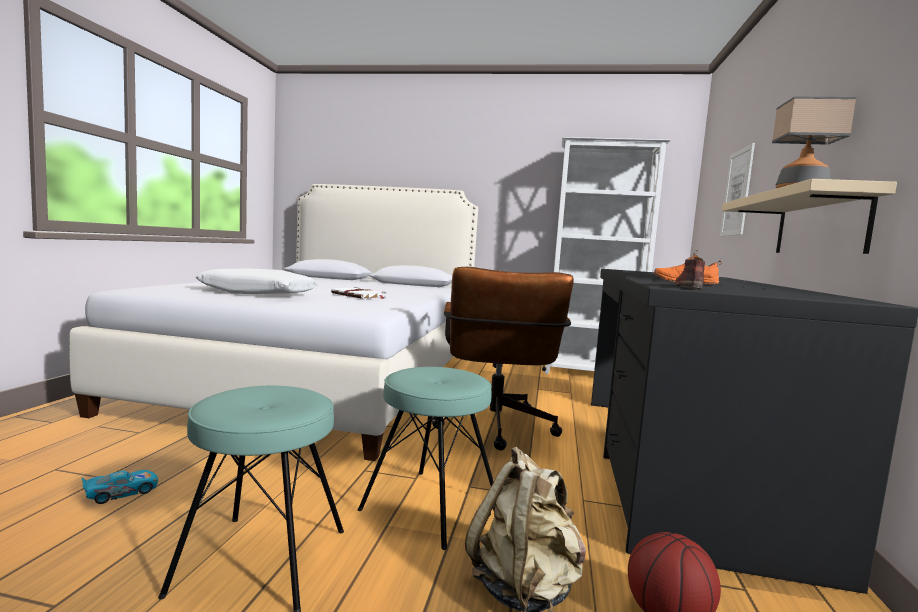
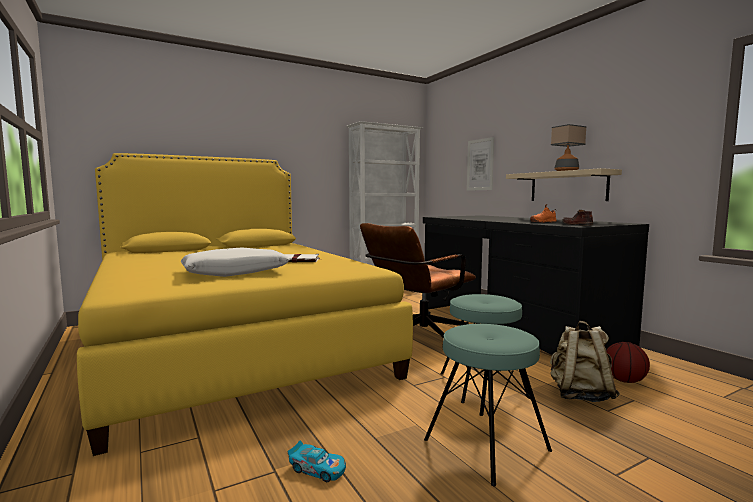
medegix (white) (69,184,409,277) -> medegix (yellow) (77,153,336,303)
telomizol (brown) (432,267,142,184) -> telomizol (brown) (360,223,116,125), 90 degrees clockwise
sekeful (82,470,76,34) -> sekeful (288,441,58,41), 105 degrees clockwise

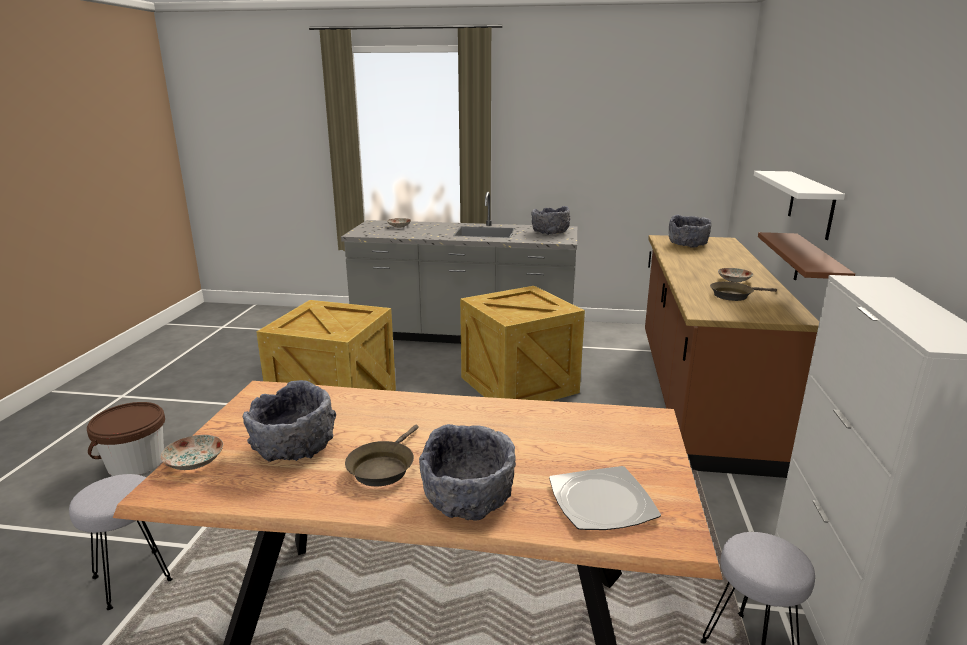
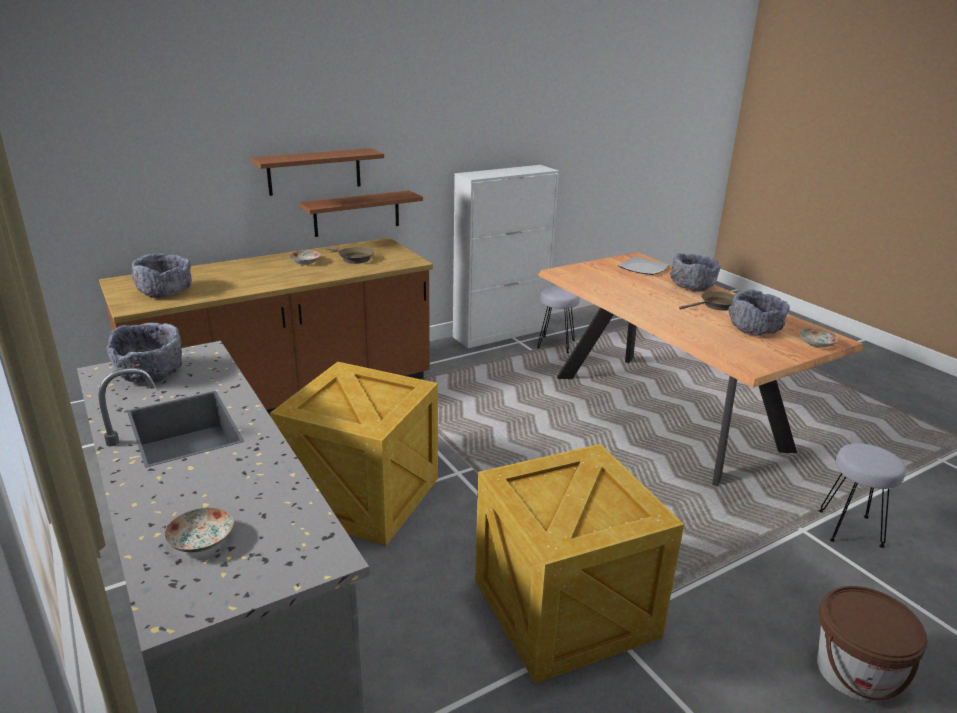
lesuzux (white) (754,171,91,69) -> lesuzux (brown) (251,148,133,48)

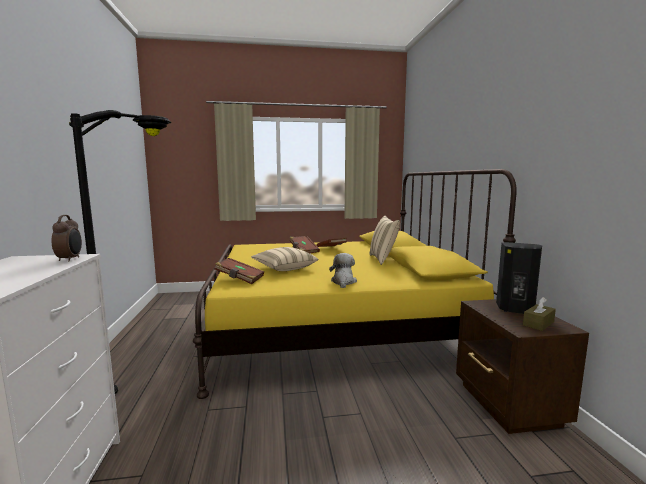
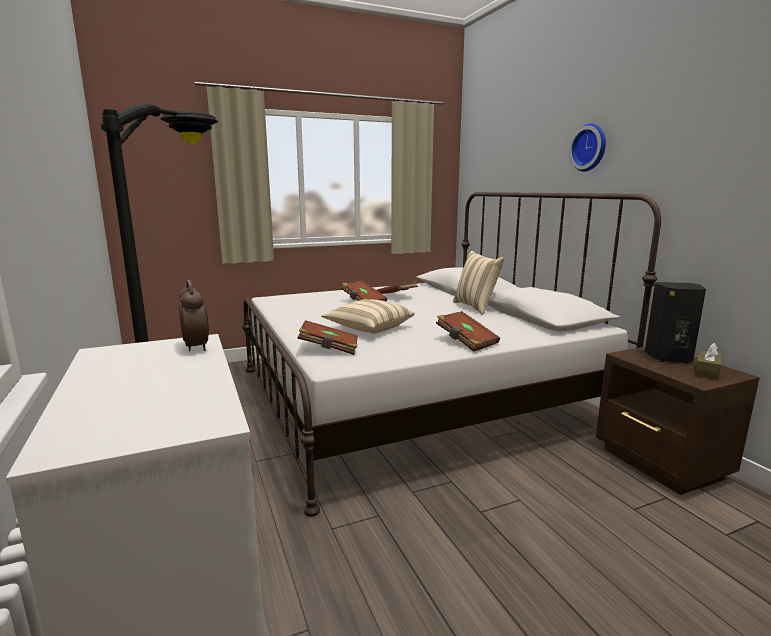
medegix (yellow) (193,169,324,230) -> medegix (white) (242,192,419,324)
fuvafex (329,253,28,35) -> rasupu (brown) (436,311,64,41)
none -> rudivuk (569,123,37,49)

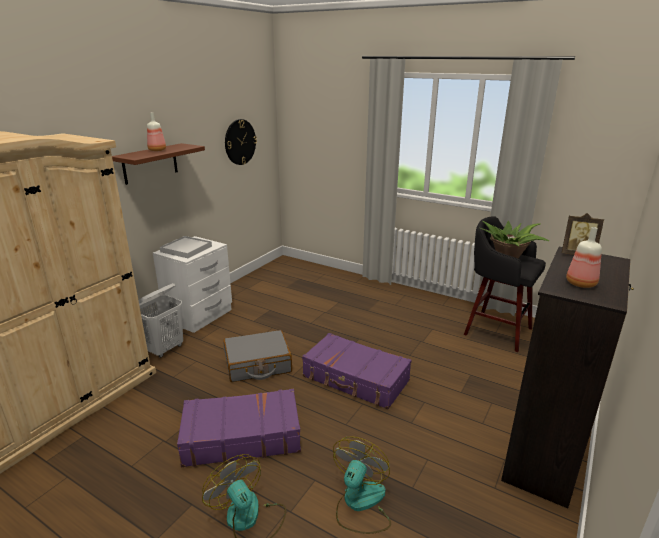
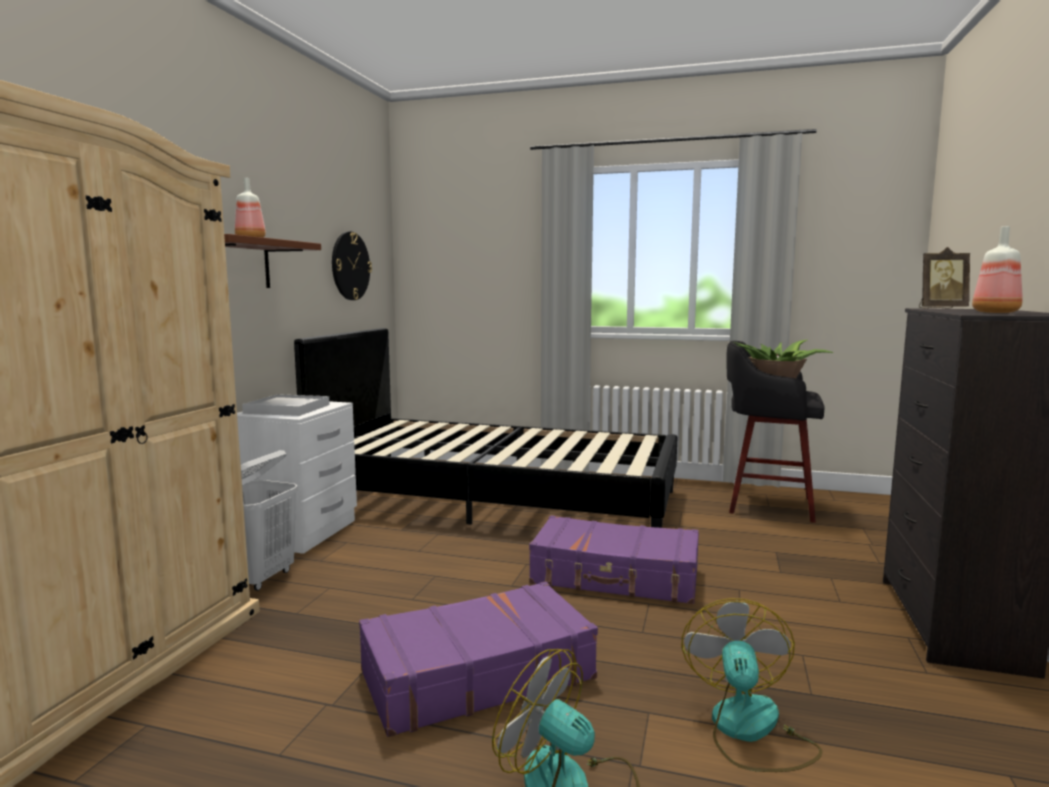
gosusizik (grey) (223,330,69,52) -> none
none -> medegix (black) (294,328,384,200)

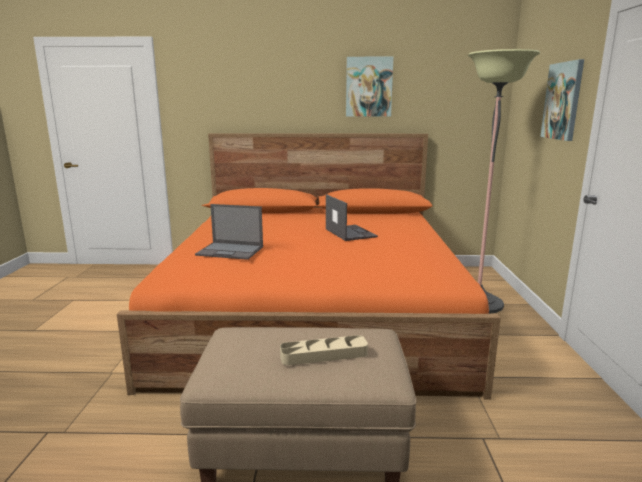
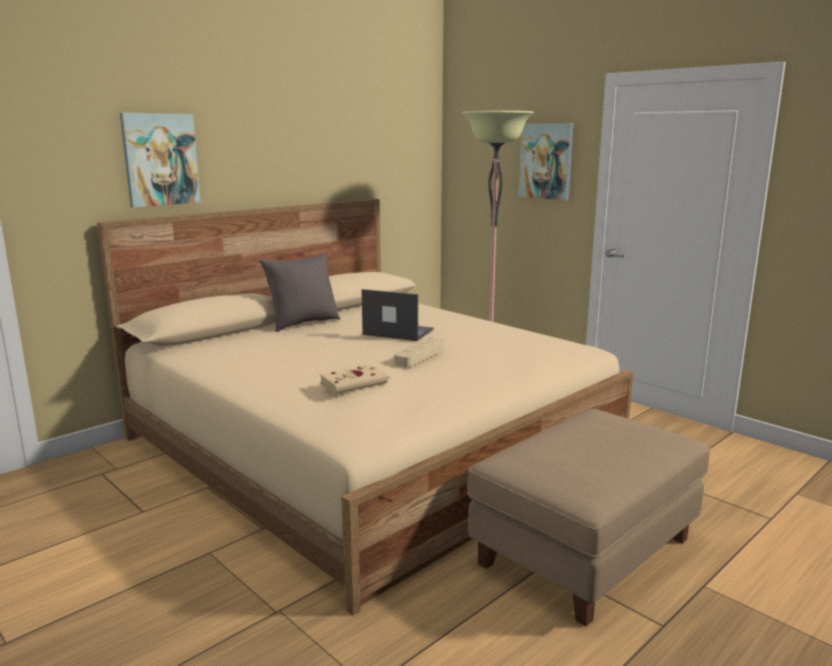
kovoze (346,57,48,60) -> kovoze (120,113,81,95), moved
medegix (orange) (117,133,384,266) -> medegix (beige) (97,199,537,417)
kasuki (195,204,68,56) -> rasupu (beige) (319,364,70,30)
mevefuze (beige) (280,335,88,30) -> mevefuze (beige) (394,338,50,29), moved
none -> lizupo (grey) (260,254,80,78)

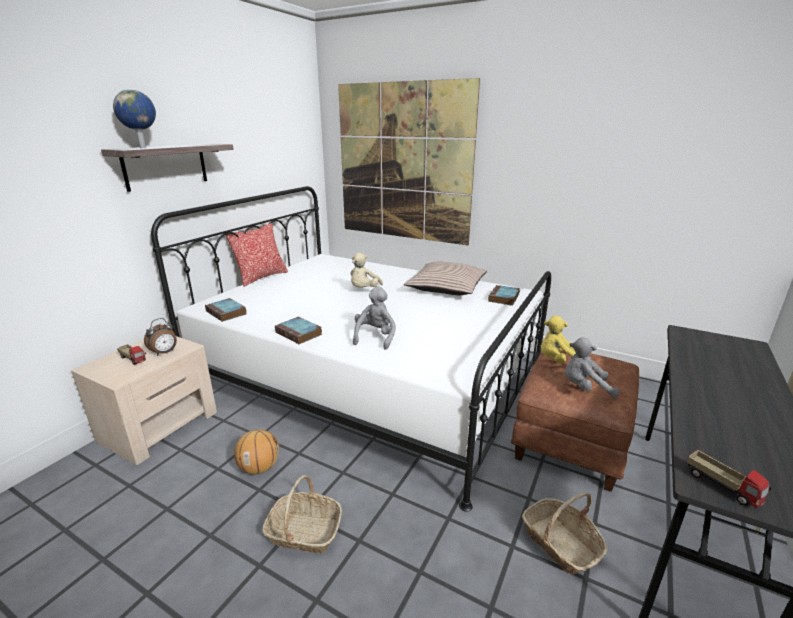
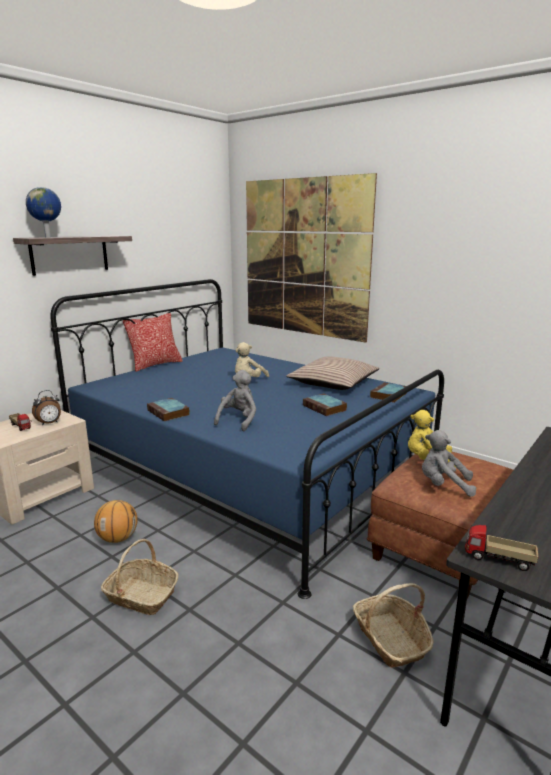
medegix (white) (151,186,400,326) -> medegix (blue) (50,279,394,320)
rasupu (205,298,42,24) -> rasupu (303,393,44,23), moved
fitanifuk (687,450,85,58) -> fitanifuk (465,525,74,46), 135 degrees clockwise

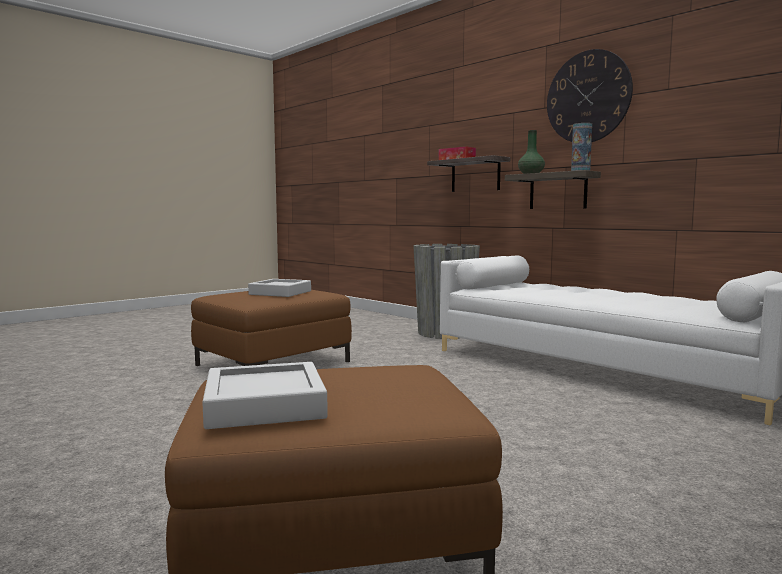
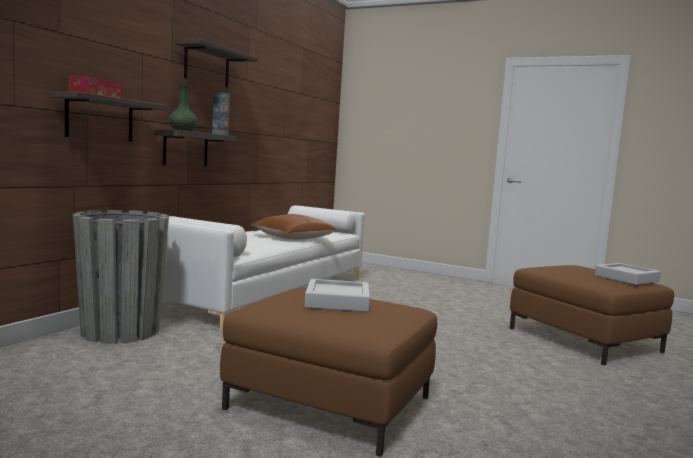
rudivuk (547,49,86,93) -> lesuzux (176,39,82,49)
none -> lizupo (brown) (251,214,86,26)

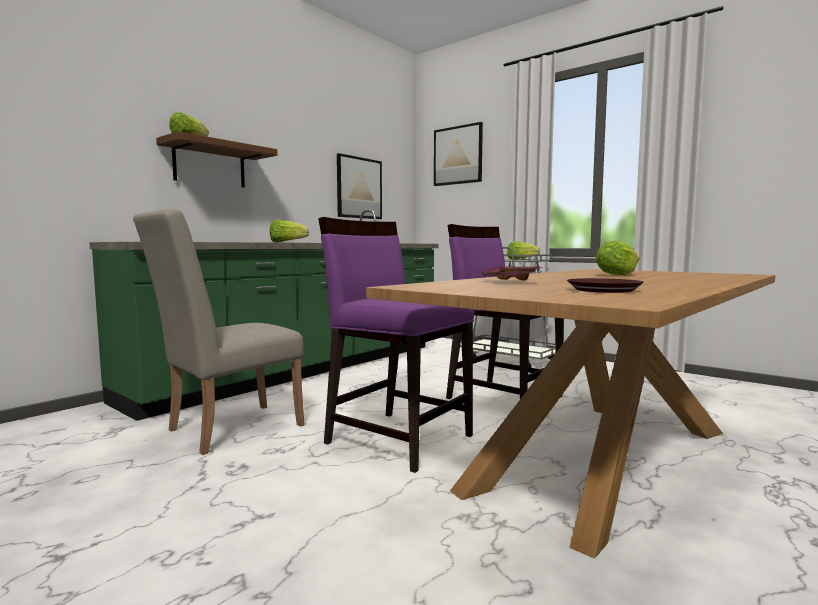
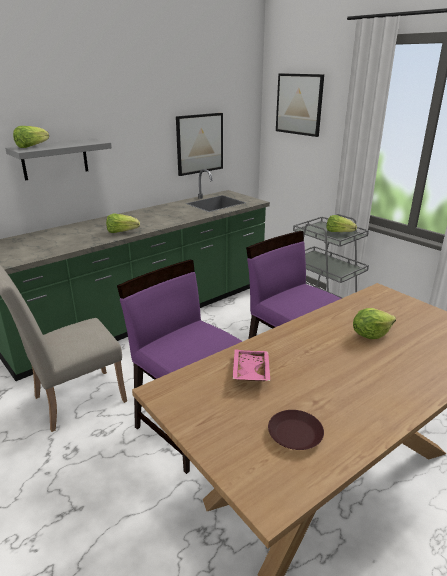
lesuzux (brown) (156,131,121,57) -> lesuzux (grey) (5,138,107,43)

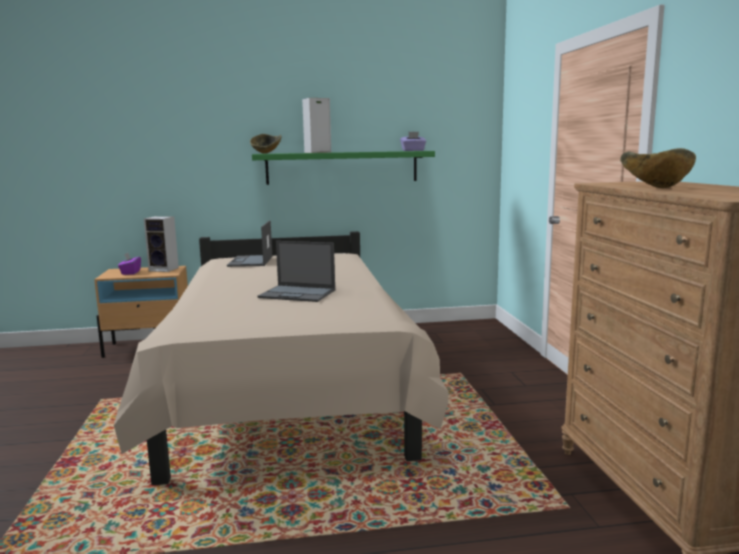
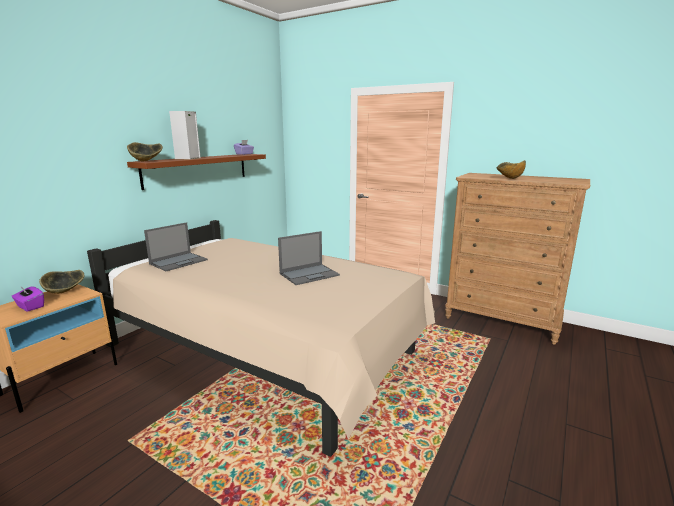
lesuzux (green) (252,151,183,34) -> lesuzux (brown) (127,154,139,36)
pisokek (144,216,35,56) -> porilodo (39,270,46,24)
kasuki (227,220,45,47) -> kasuki (144,222,64,49), 90 degrees counterclockwise

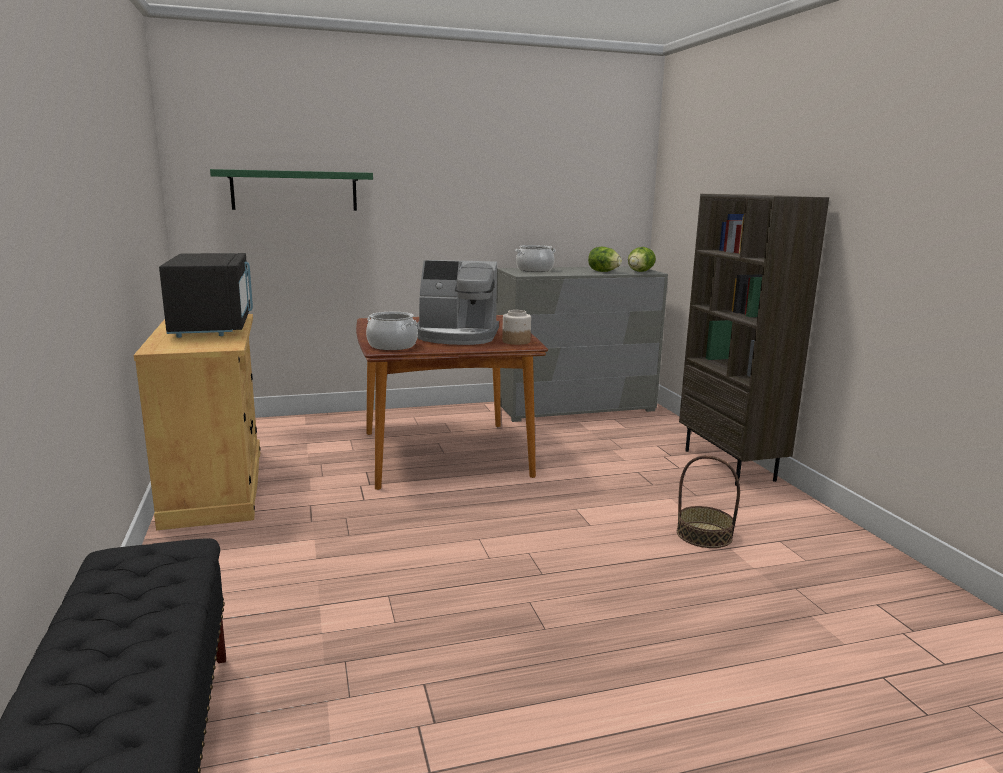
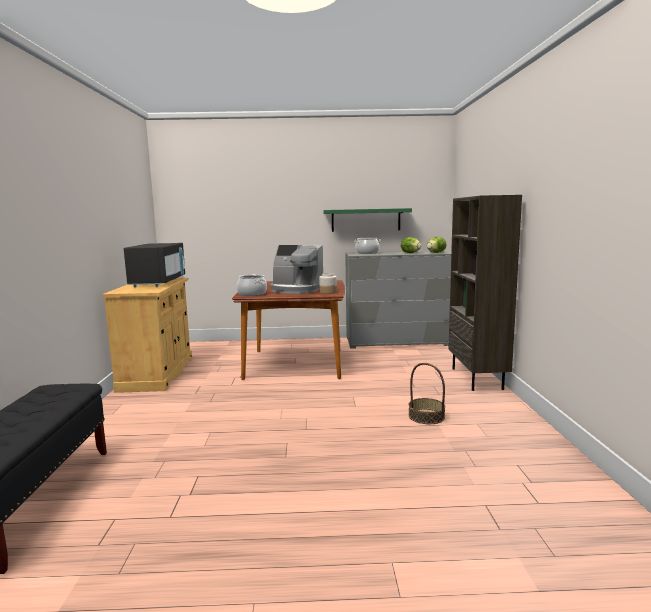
lesuzux (green) (210,169,163,42) -> lesuzux (green) (324,208,88,24), moved

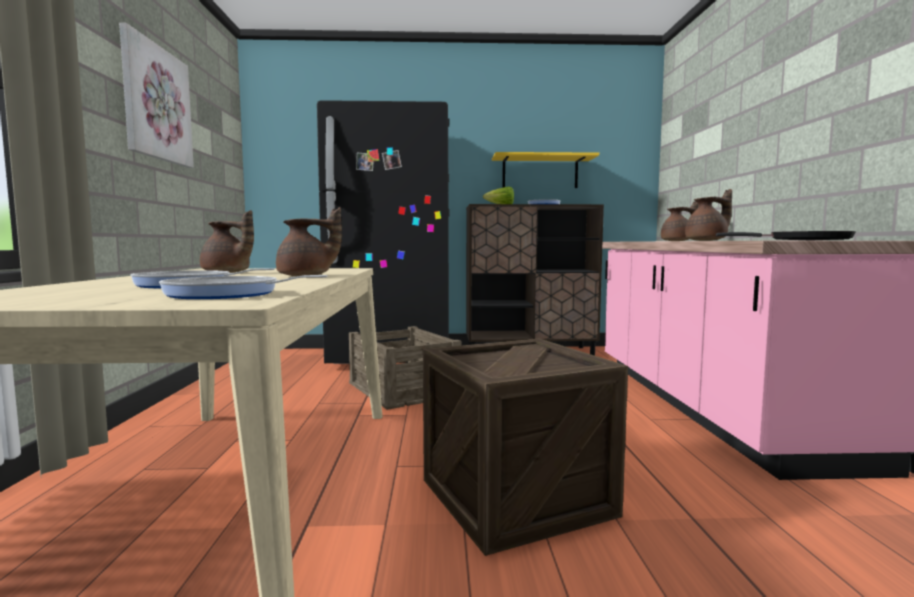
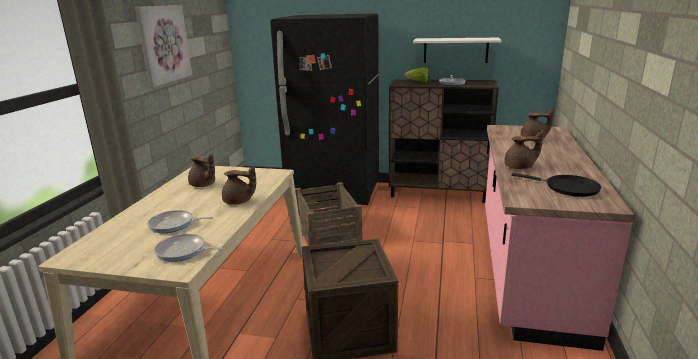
lesuzux (yellow) (492,152,107,36) -> lesuzux (white) (413,38,88,25)

